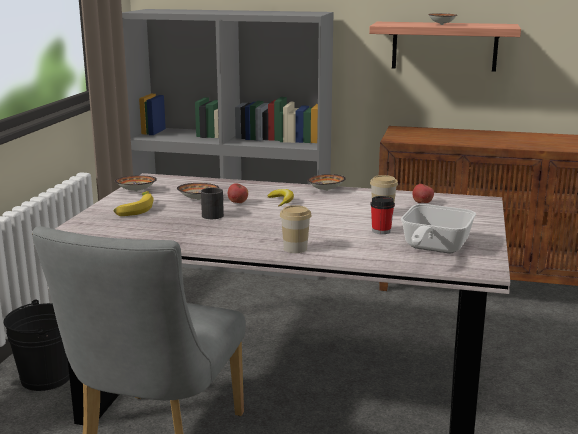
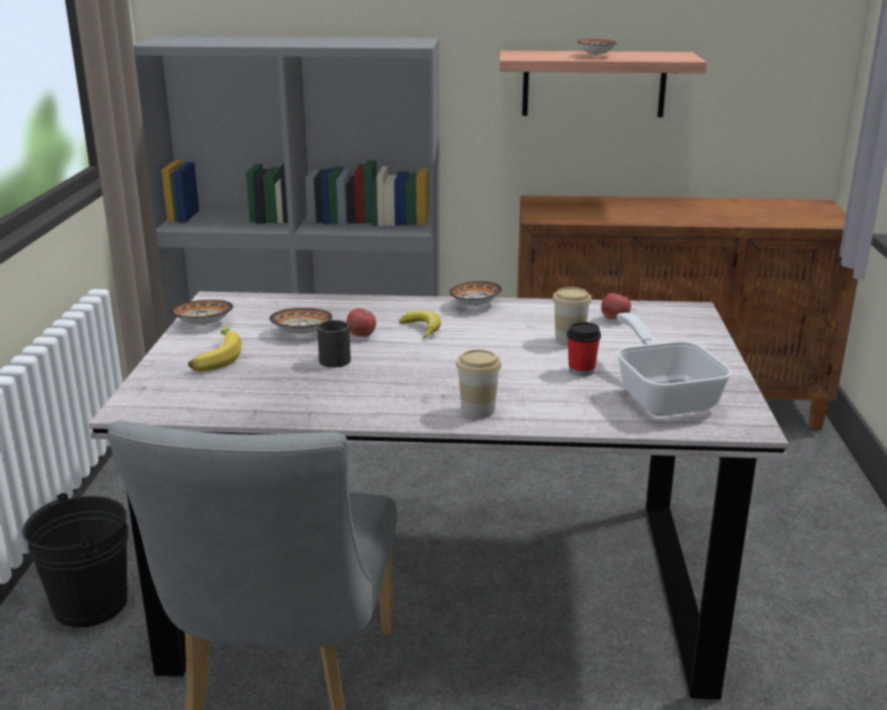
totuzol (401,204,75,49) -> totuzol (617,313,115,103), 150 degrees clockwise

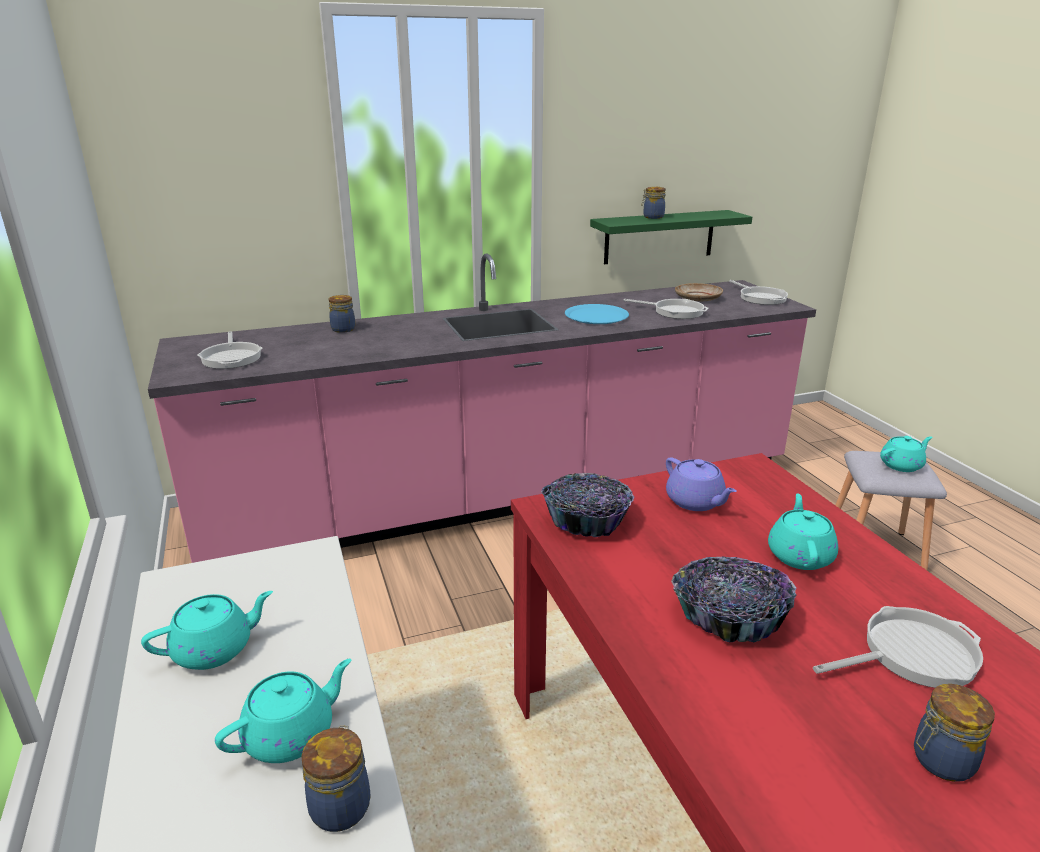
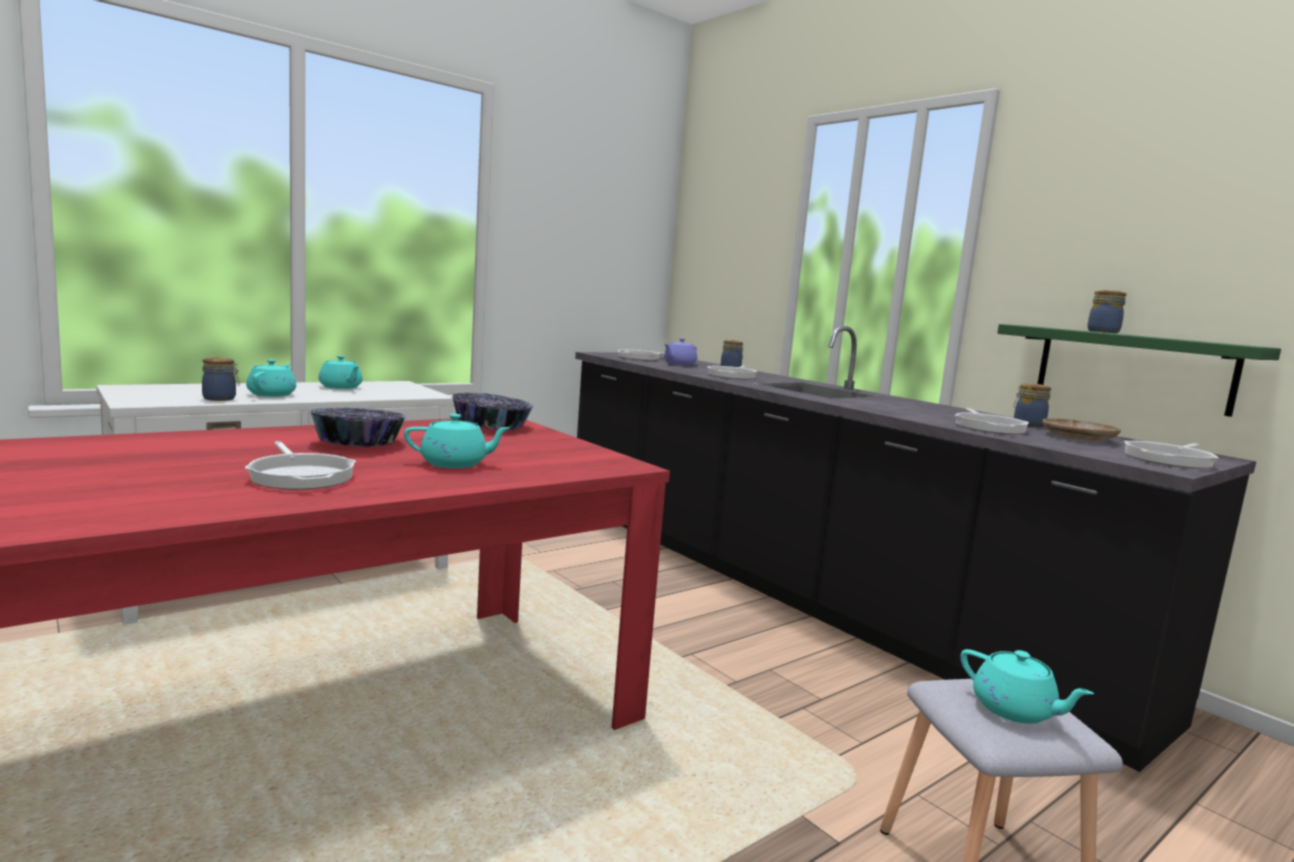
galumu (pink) (148,254,668,309) -> galumu (black) (575,326,681,446)
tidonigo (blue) (565,304,64,20) -> none
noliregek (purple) (666,457,71,54) -> noliregek (purple) (664,338,33,28), moved
noliregek (turquoise) (215,659,136,104) -> noliregek (turquoise) (246,360,50,37), 120 degrees counterclockwise
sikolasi (914,684,81,98) -> sikolasi (1013,383,38,44), moved
none -> totuzol (707,366,50,13)

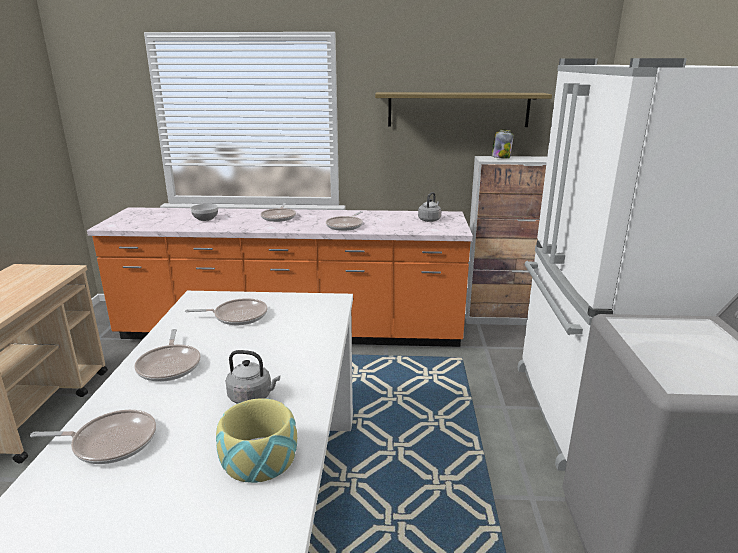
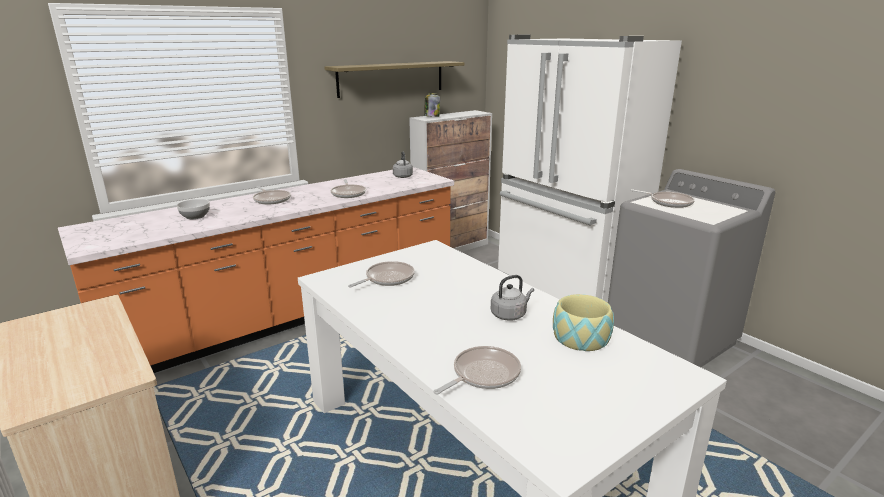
totuzol (134,329,67,53) -> totuzol (631,189,64,19), moved

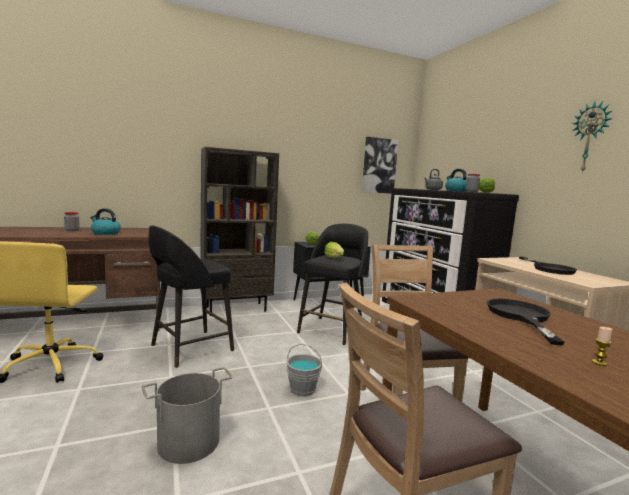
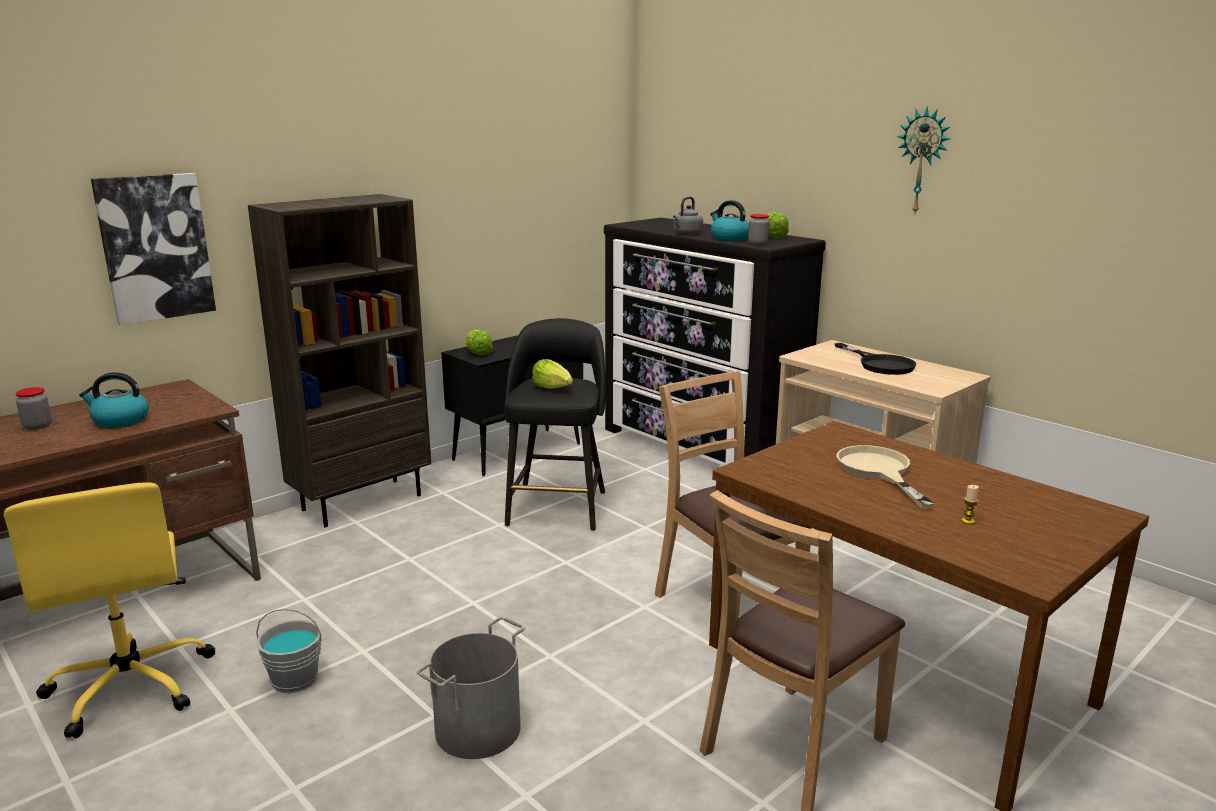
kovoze (362,137,36,56) -> kovoze (91,173,125,152), moved
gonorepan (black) (148,225,86,143) -> none
totuzol (black) (487,299,78,46) -> totuzol (beige) (837,445,98,63)
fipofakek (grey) (286,344,36,52) -> fipofakek (grey) (256,609,66,85), moved

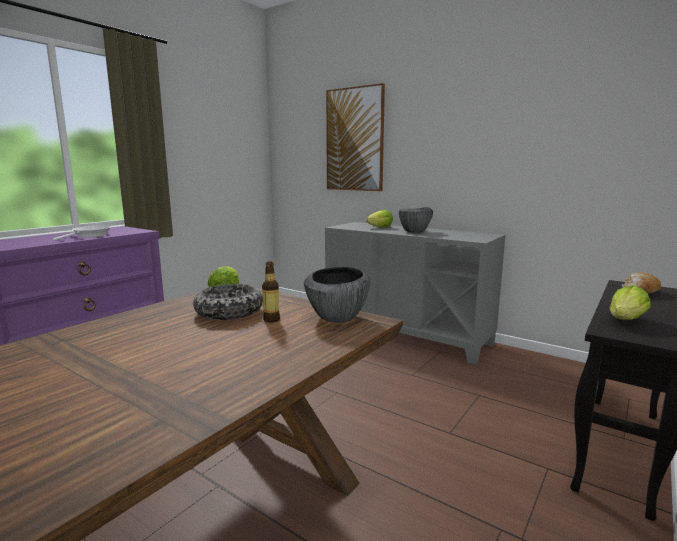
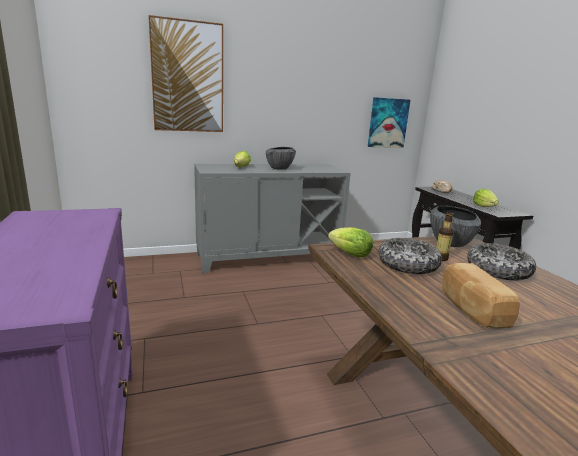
totuzol (white) (52,226,59,15) -> none
none -> kovoze (368,97,42,51)
none -> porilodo (467,243,69,38)
none -> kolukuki (442,263,78,66)

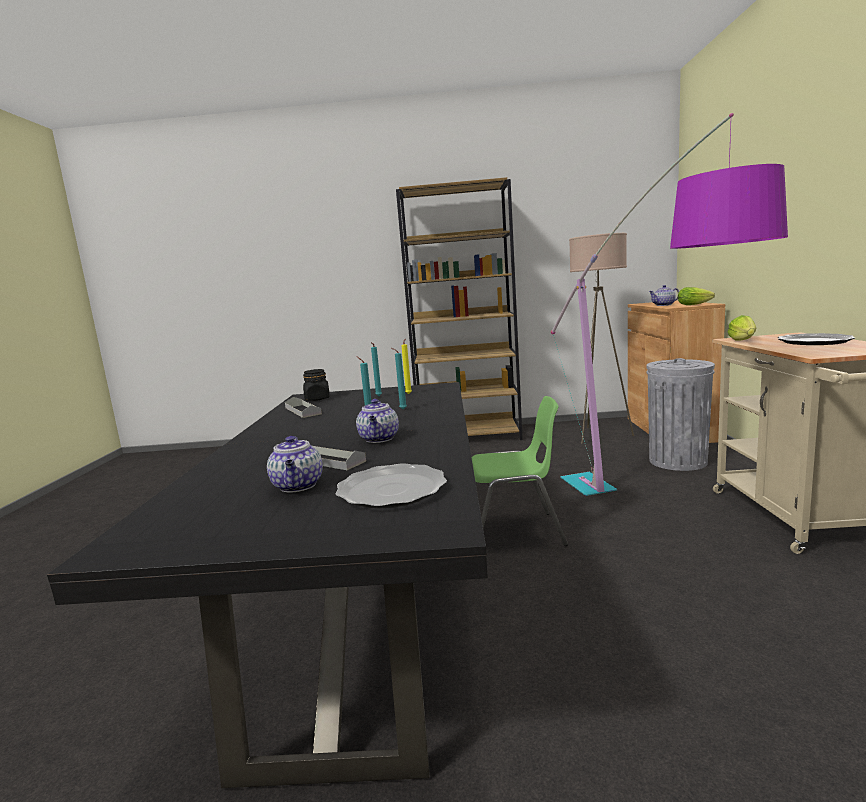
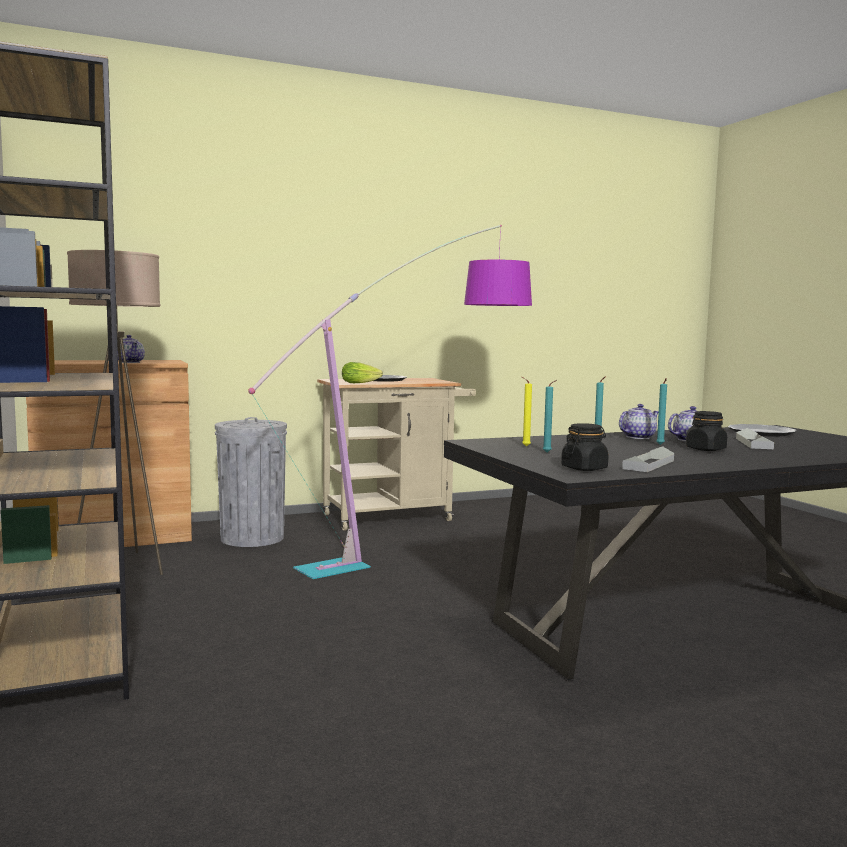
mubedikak (678,287,37,18) -> none
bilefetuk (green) (472,396,96,150) -> none
noliregek (267,436,56,56) -> noliregek (619,404,40,35), moved
none -> sikolasi (black) (686,411,41,40)

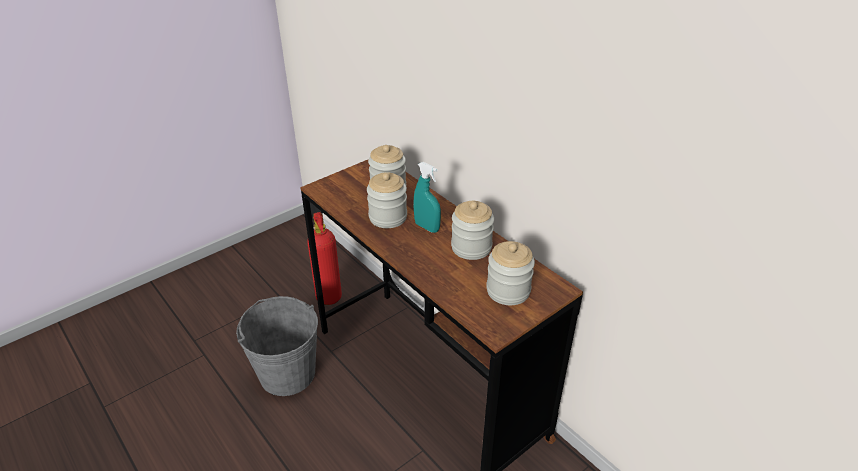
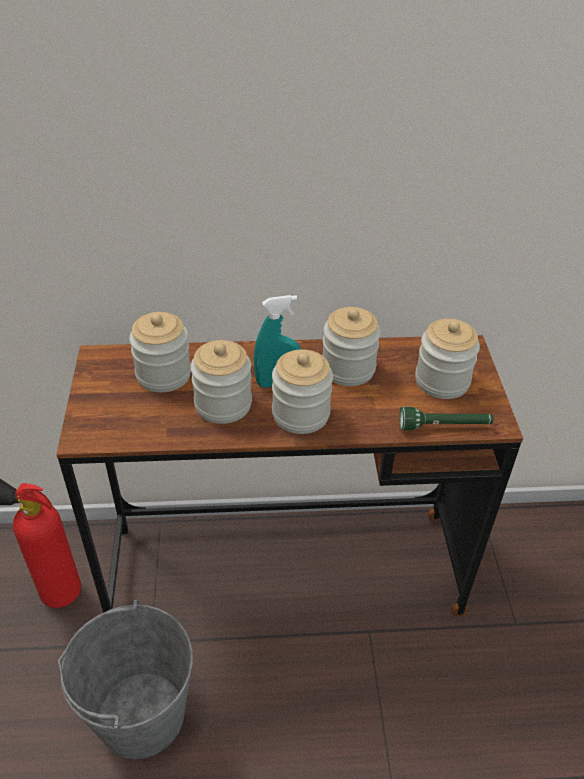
none -> sikolasi (272,349,61,85)
none -> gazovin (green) (399,407,95,23)

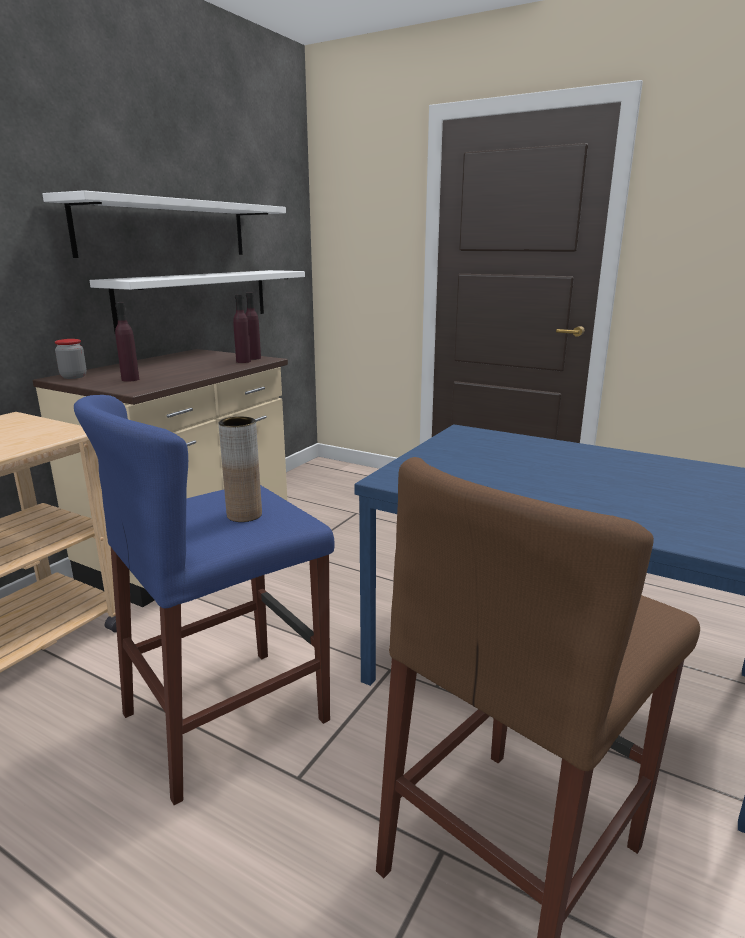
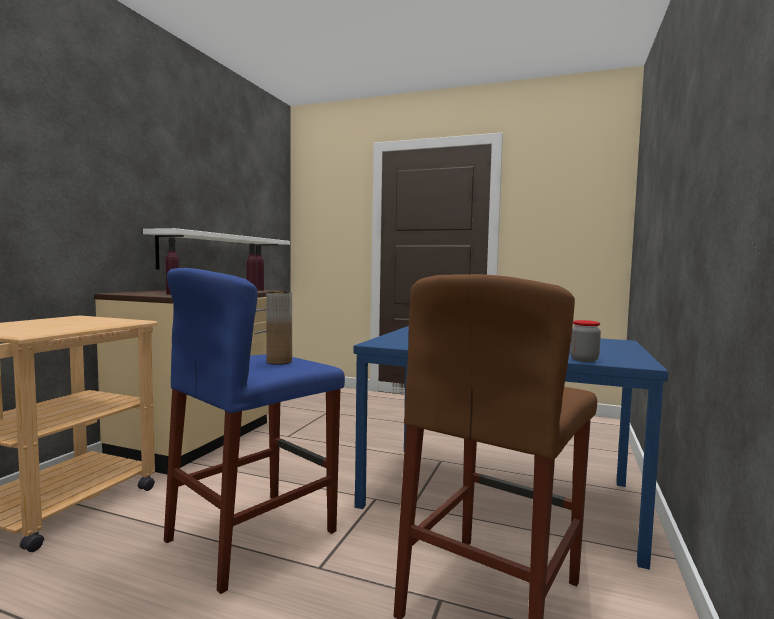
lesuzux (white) (42,190,244,68) -> none
sikolasi (55,339,32,40) -> sikolasi (570,320,31,42), moved

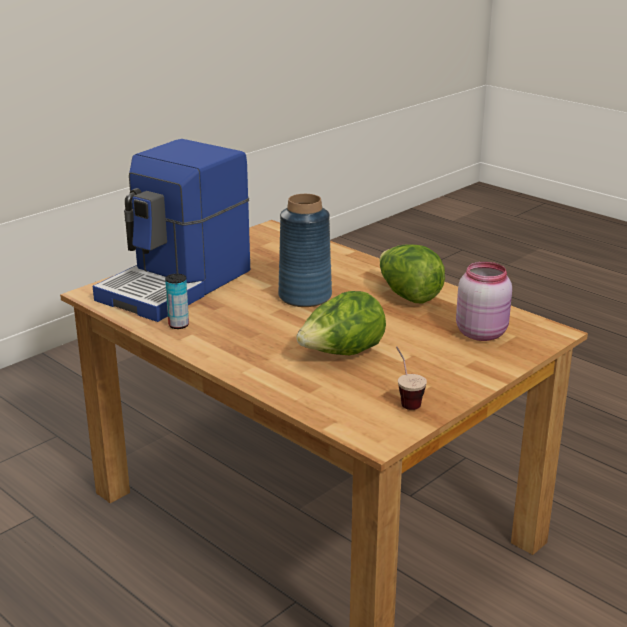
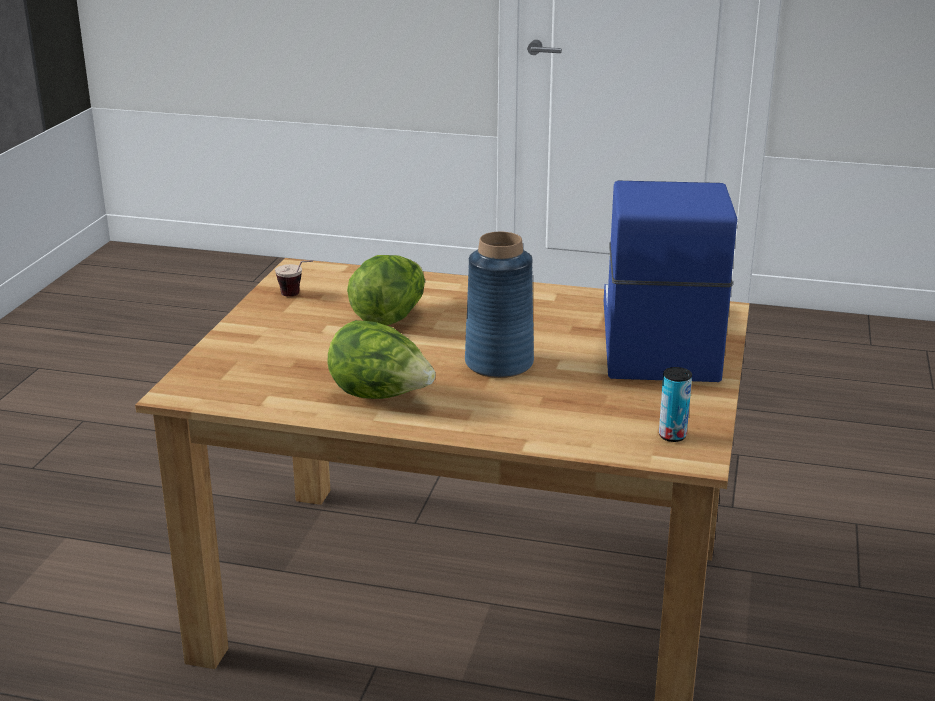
sikolasi (pink) (456,262,56,79) -> none
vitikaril (165,274,24,55) -> vitikaril (659,367,33,75), moved

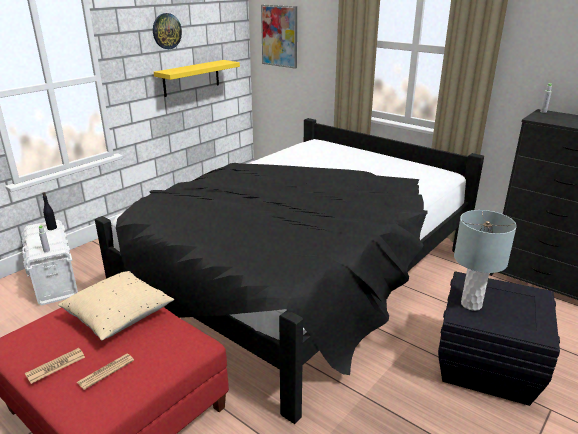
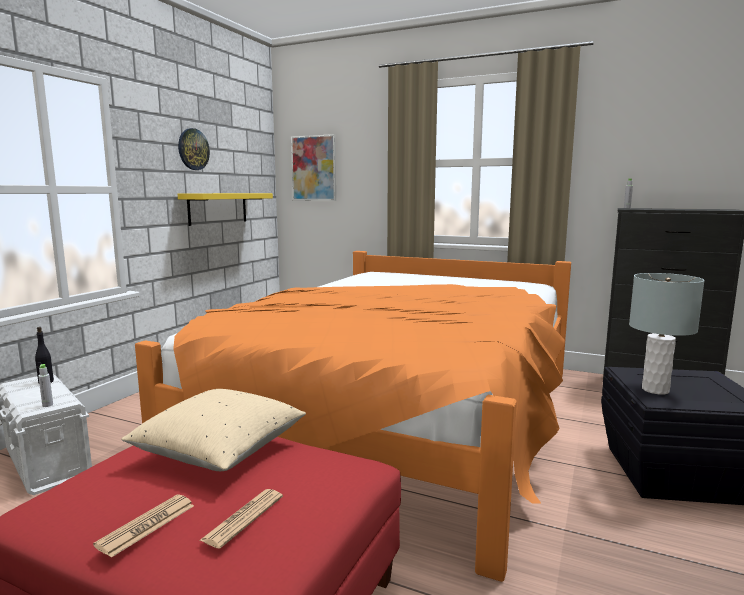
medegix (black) (95,118,389,306) -> medegix (orange) (135,251,436,331)

